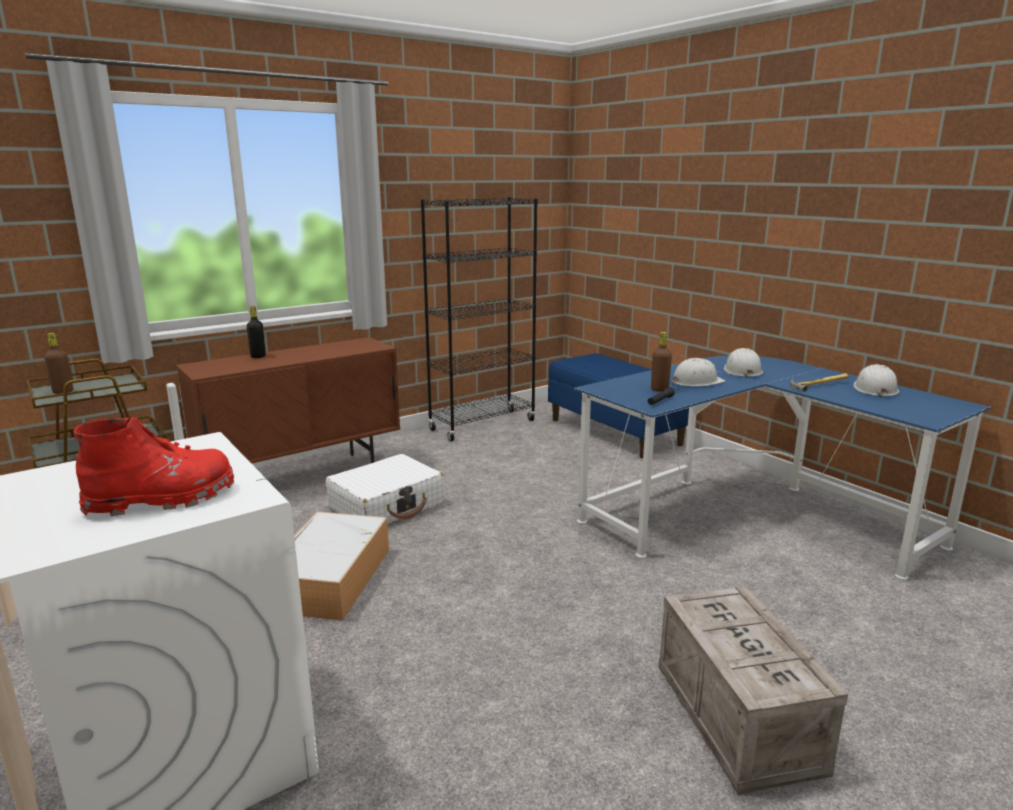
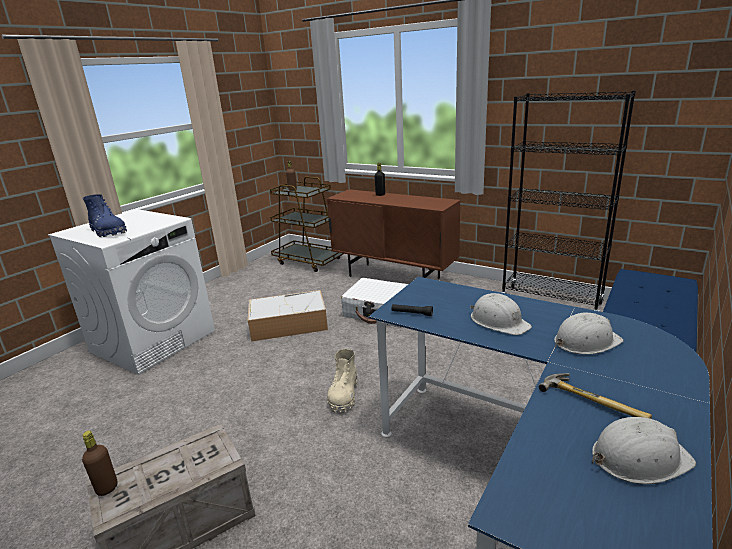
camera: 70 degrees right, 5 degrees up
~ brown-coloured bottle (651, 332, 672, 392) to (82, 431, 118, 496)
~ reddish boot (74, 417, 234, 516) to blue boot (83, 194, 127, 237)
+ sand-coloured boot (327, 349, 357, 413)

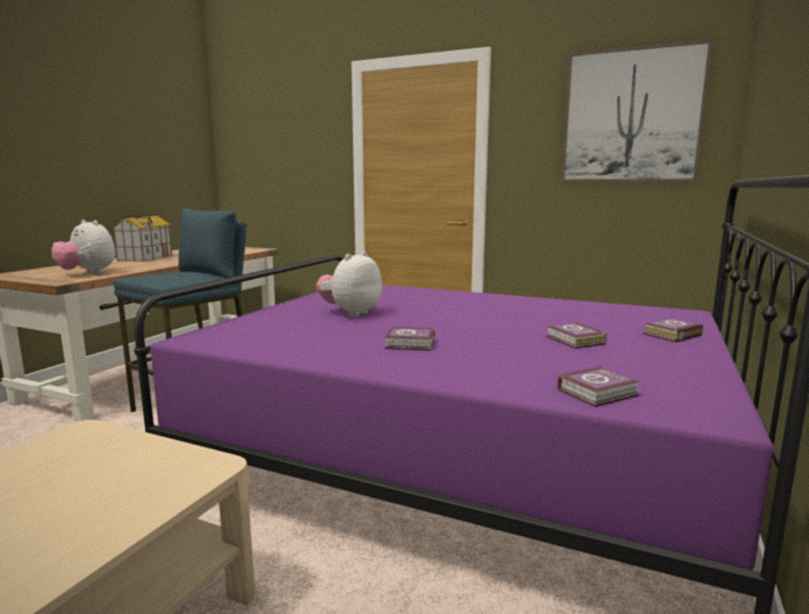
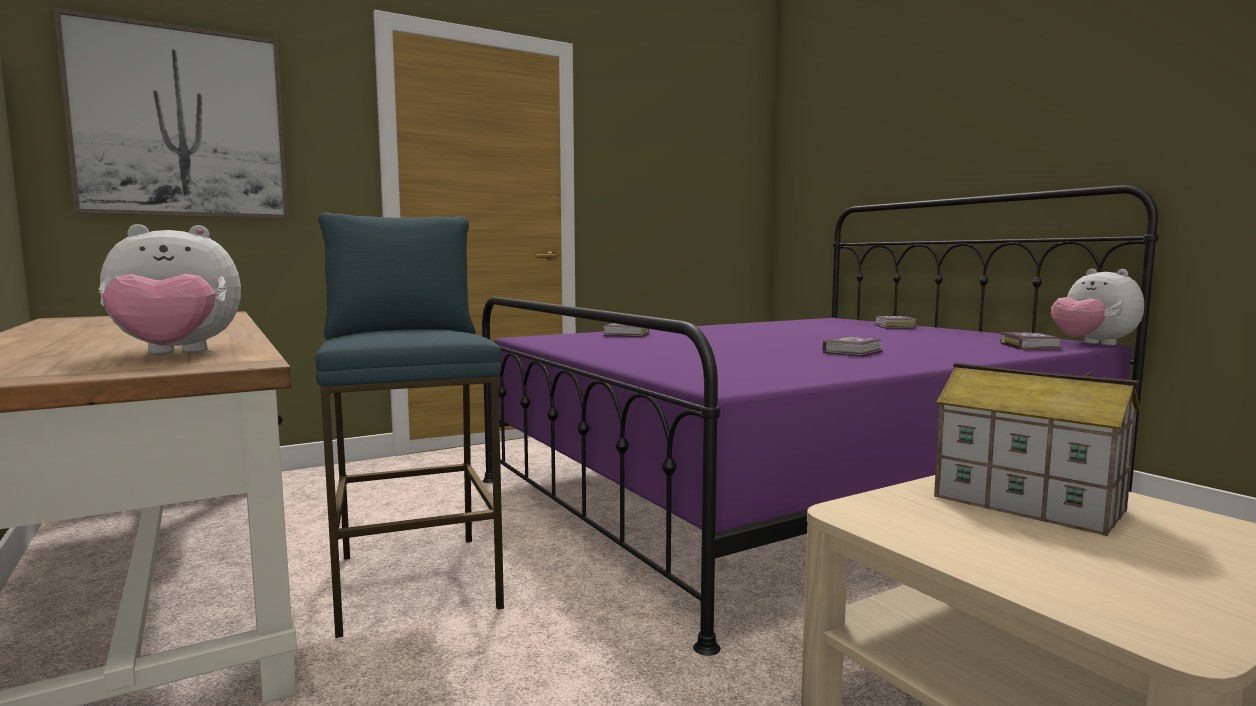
camera: 55 degrees left, 5 degrees down
~ picture (561, 39, 713, 182) to (54, 8, 289, 219)
~ bound book (546, 322, 607, 349) to (603, 323, 649, 337)
~ toy house (112, 214, 172, 262) to (934, 362, 1140, 536)
~ cuddly toy (316, 251, 382, 317) to (1051, 268, 1144, 346)

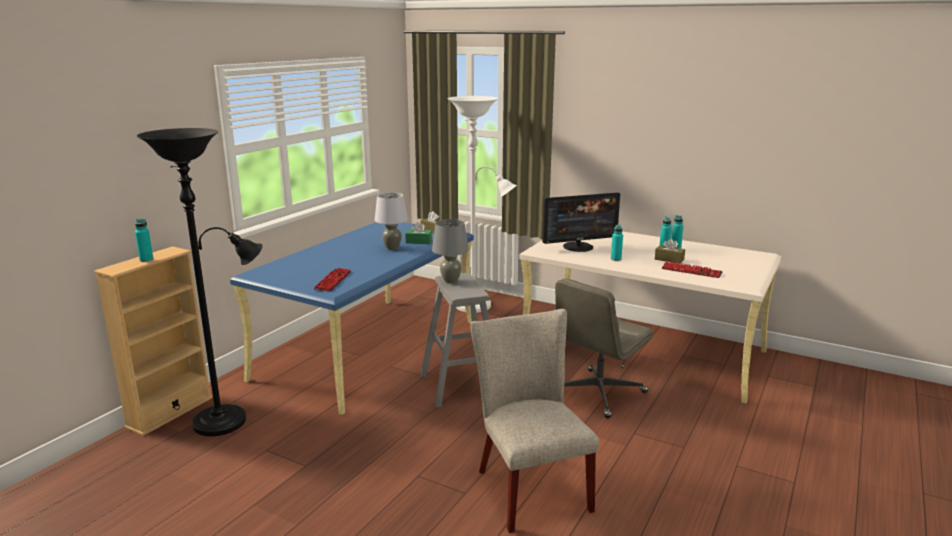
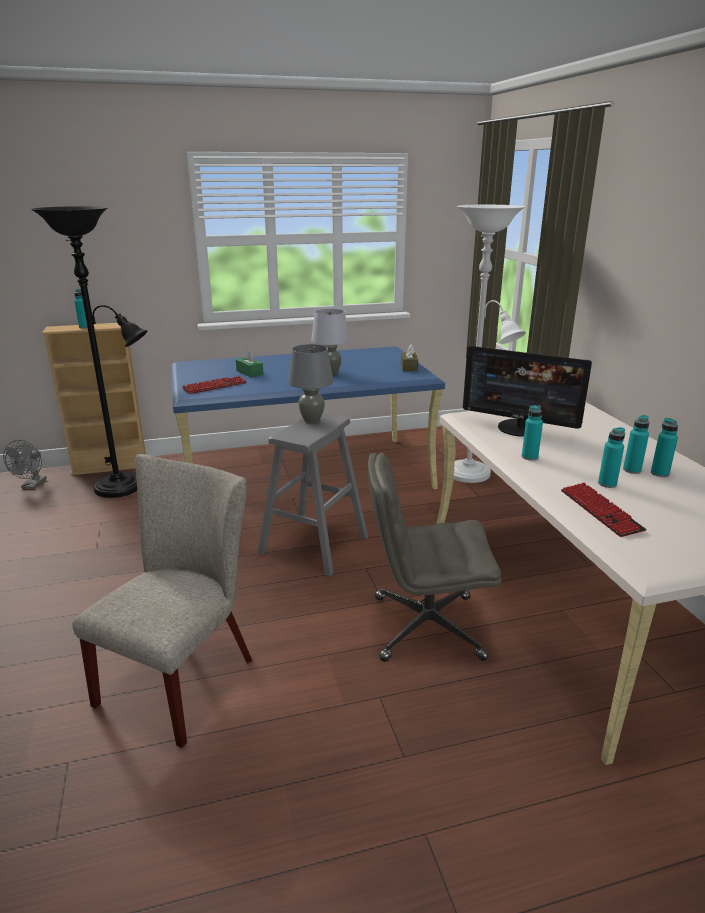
camera: 45 degrees right, 5 degrees up
+ grey cooling fan (3, 440, 47, 489)
~ green-coloured box of tissues (405, 222, 432, 244) to (236, 349, 264, 378)
~ brown-coloured box of tissues (655, 239, 685, 264) to turquoise-coloured bottle (598, 427, 625, 488)

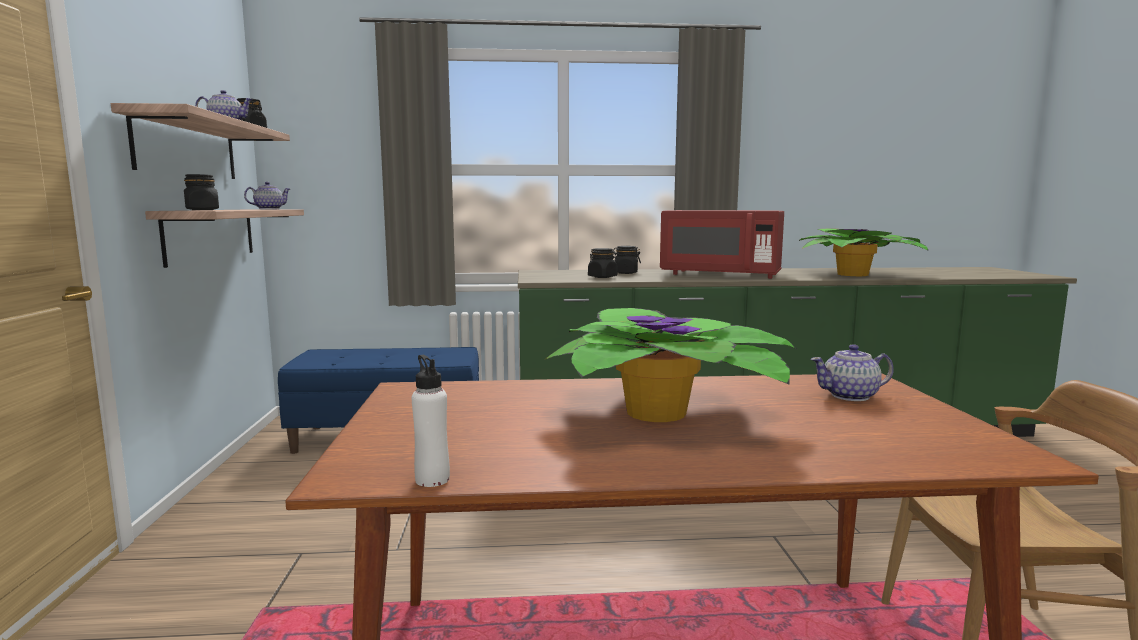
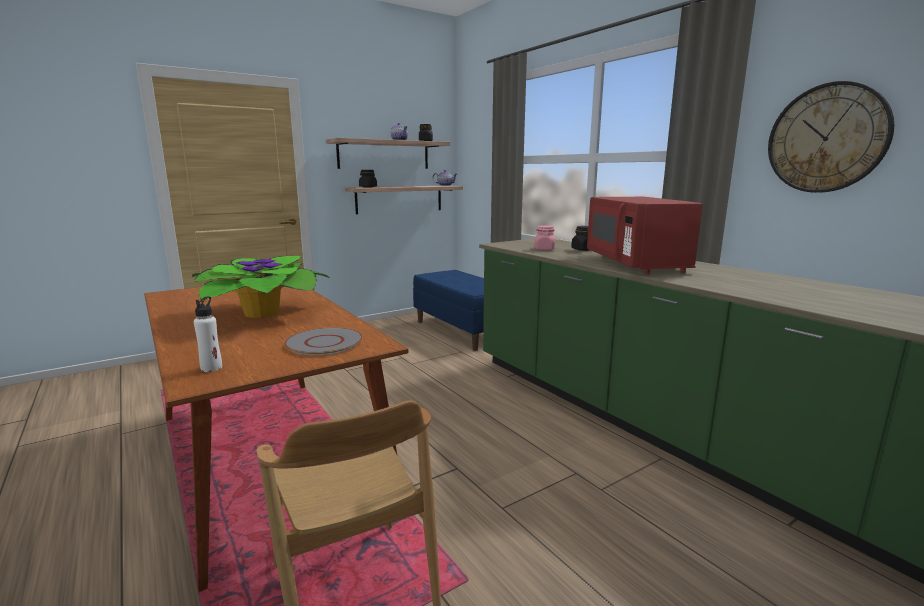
camera: 60 degrees right, 5 degrees up
~ white bottle (412, 355, 450, 487) to (194, 296, 222, 372)
~ pot for tea (811, 344, 893, 401) to grey plate (284, 327, 363, 356)
~ black jar (588, 248, 618, 278) to pink-coloured jar (535, 225, 555, 250)
+ hanging clock (768, 81, 894, 193)
- houseplant (799, 228, 929, 276)

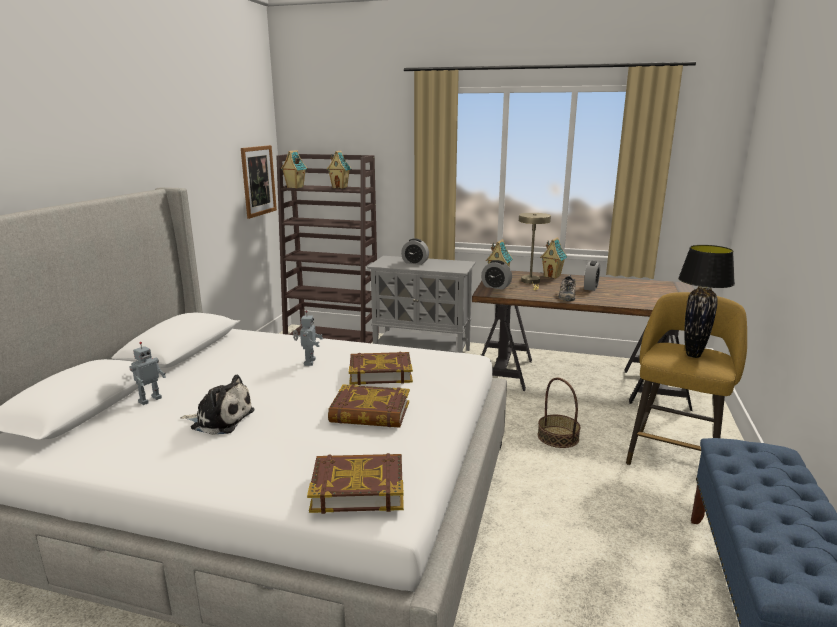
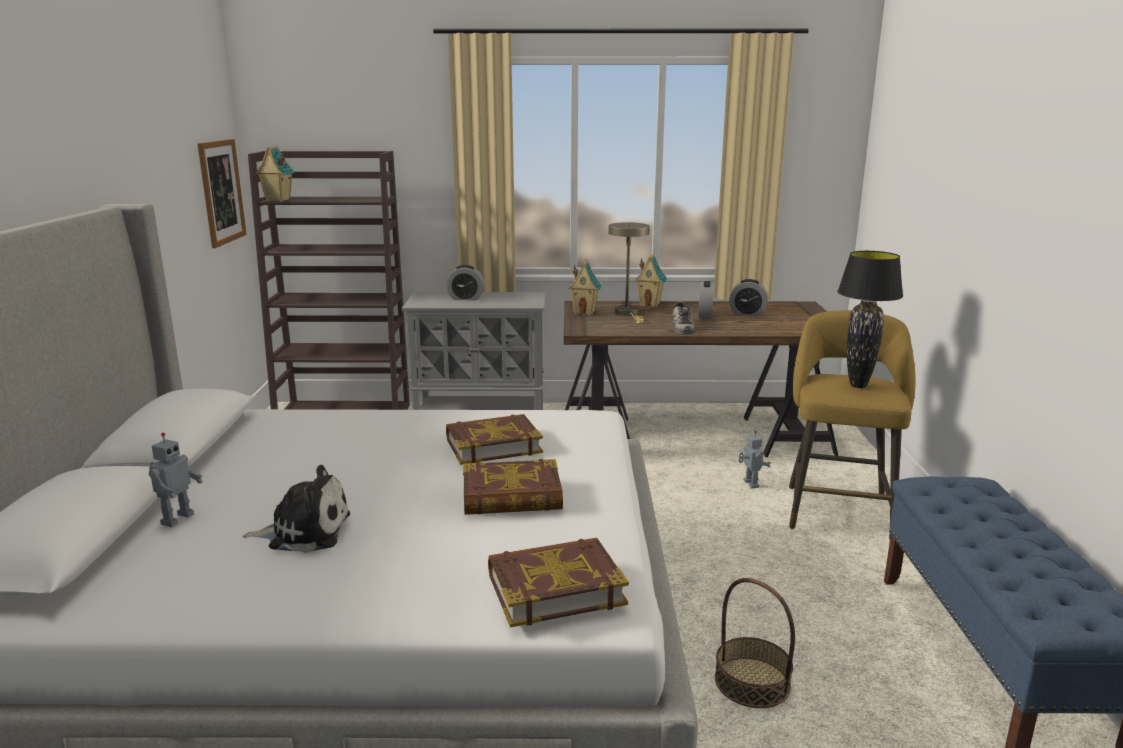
camera: 15 degrees left, 0 degrees up
~ storage basket (537, 378, 581, 448) to (715, 578, 795, 708)
~ bedside clock (481, 260, 512, 290) to (729, 279, 768, 316)
~ robot figure (293, 311, 323, 366) to (739, 431, 771, 489)
- toy house (327, 150, 351, 189)

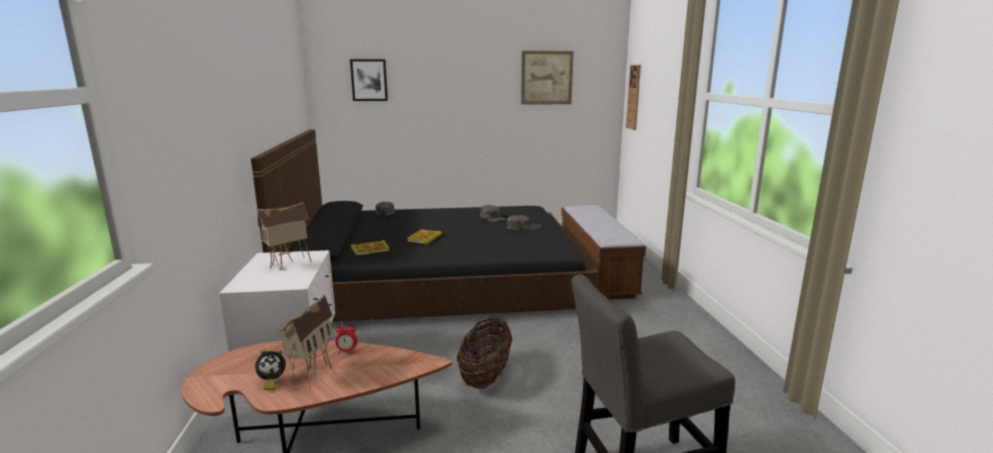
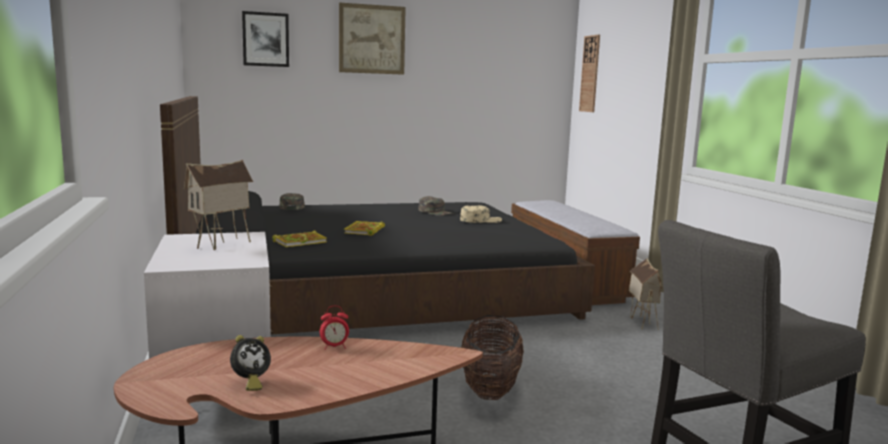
camera: 10 degrees left, 5 degrees down
~ picture (521, 51, 573, 105) to (339, 2, 406, 75)
~ green-coloured peaked cap (506, 215, 540, 230) to sand-coloured peaked cap (460, 205, 502, 223)
~ toy house (277, 294, 333, 392) to (629, 258, 663, 330)

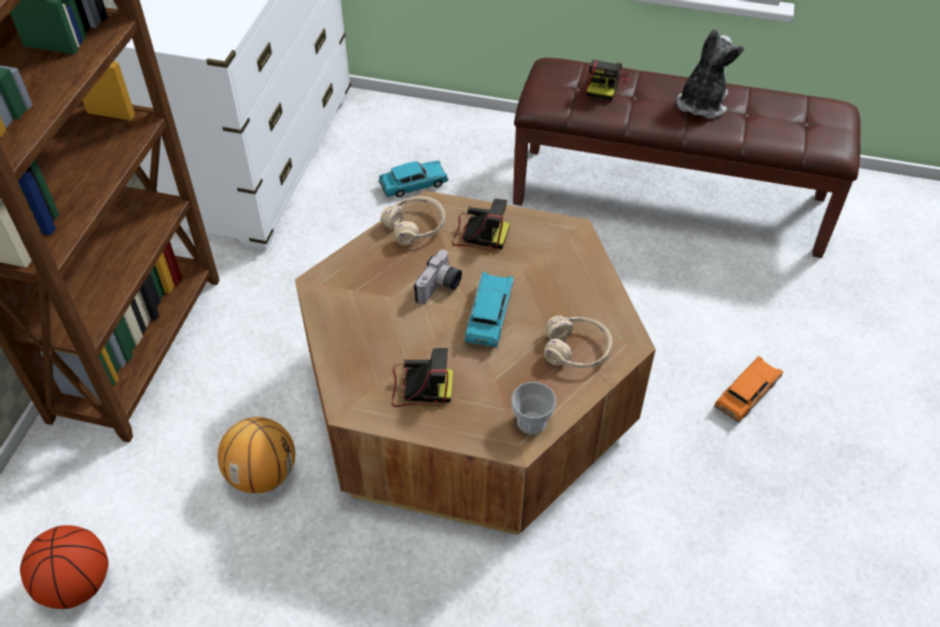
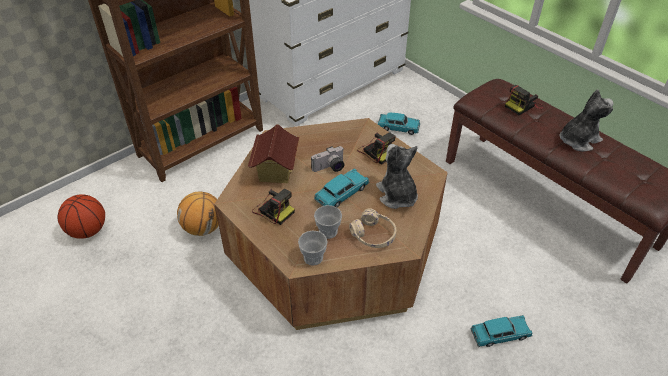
camera: 35 degrees right, 5 degrees down
+ toy house (248, 124, 299, 183)
+ cup (314, 205, 342, 239)
+ cuddly toy (376, 144, 418, 209)
~ orange model car (714, 356, 783, 423) to turquoise-coloured model car (470, 315, 533, 347)
- sand-coloured headphones (381, 196, 445, 246)

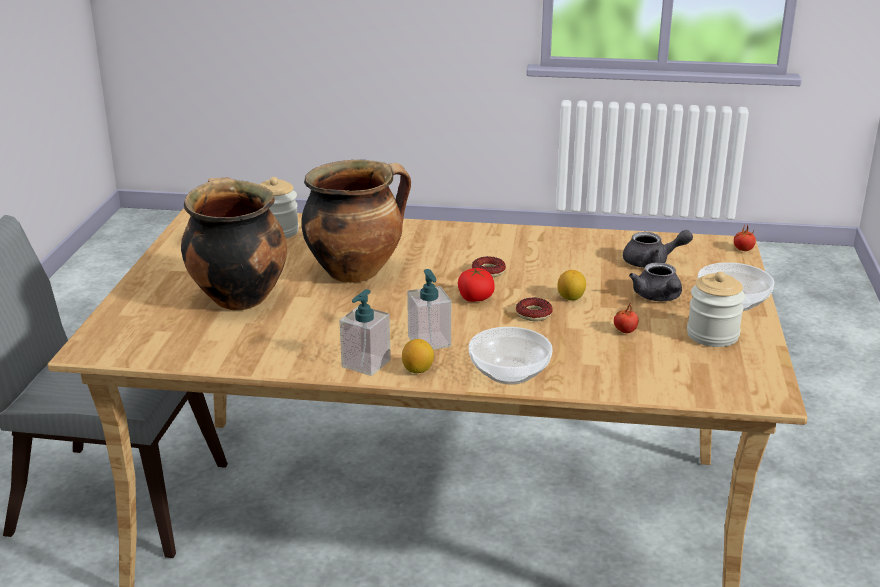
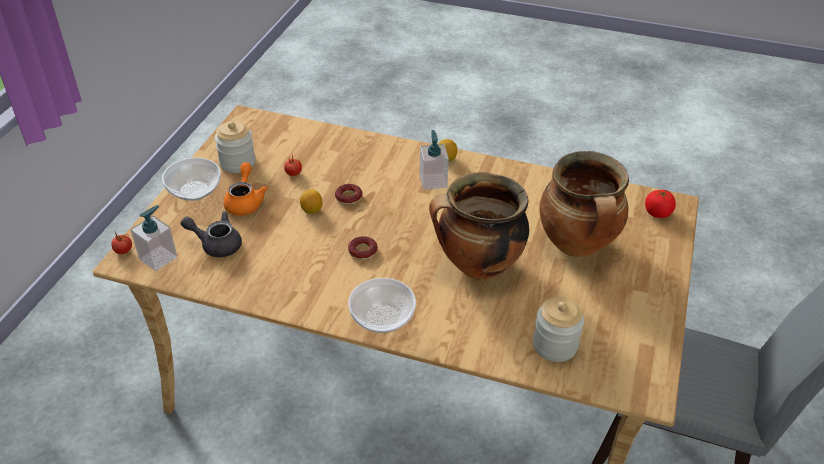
camera: 170 degrees left, 15 degrees up
~ liquid soap bottle (339, 289, 391, 376) to (130, 205, 177, 271)
~ grey pot for tea (629, 262, 682, 301) to orange pot for tea (223, 163, 268, 216)
~ serving bowl (469, 327, 552, 384) to (348, 278, 416, 333)
~ tomato (458, 268, 495, 302) to (645, 190, 676, 218)

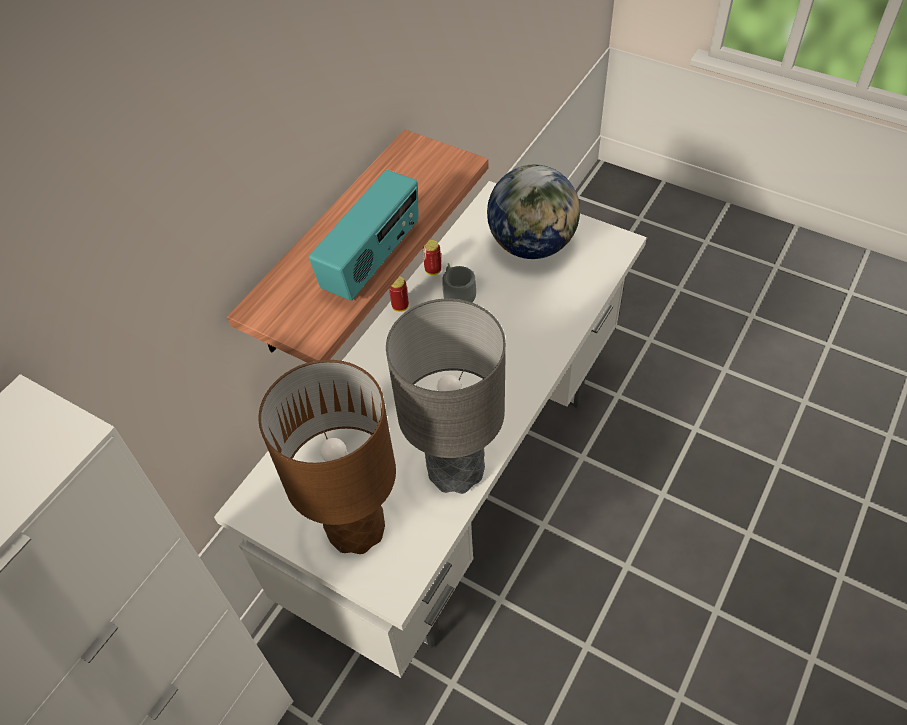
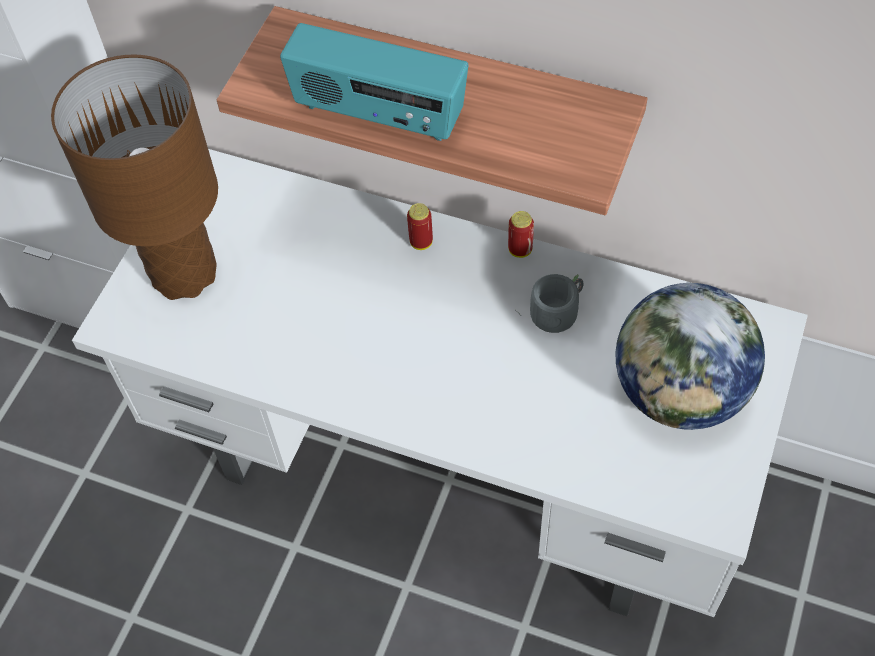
camera: 80 degrees right, 5 degrees up
~ metal can (423, 240, 442, 275) to (407, 203, 433, 250)
- grey lamp for a table (386, 299, 506, 494)

